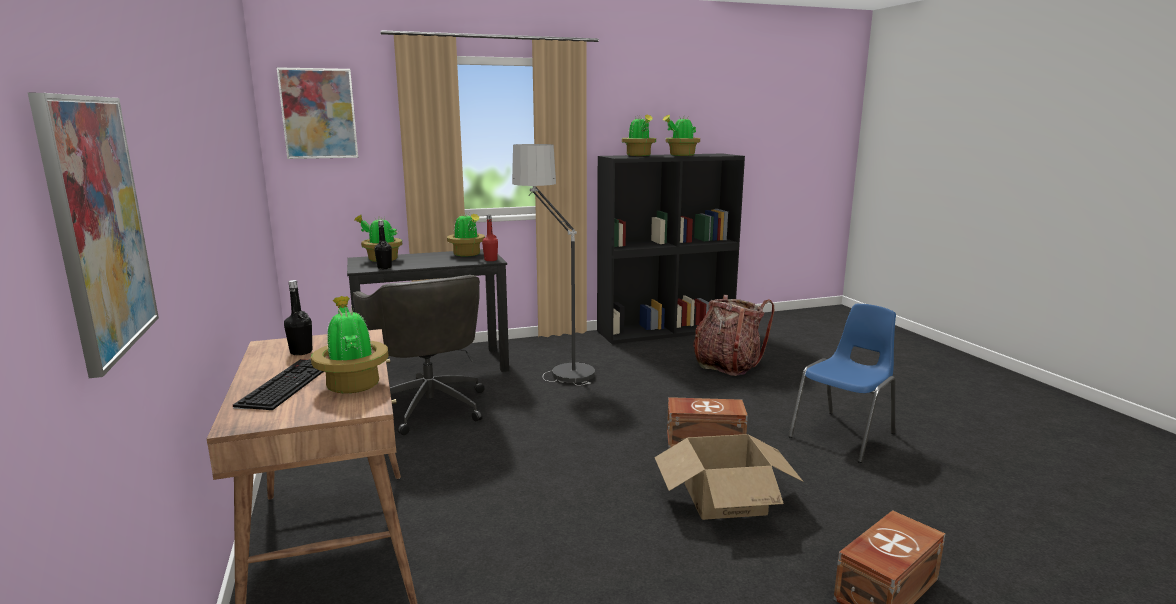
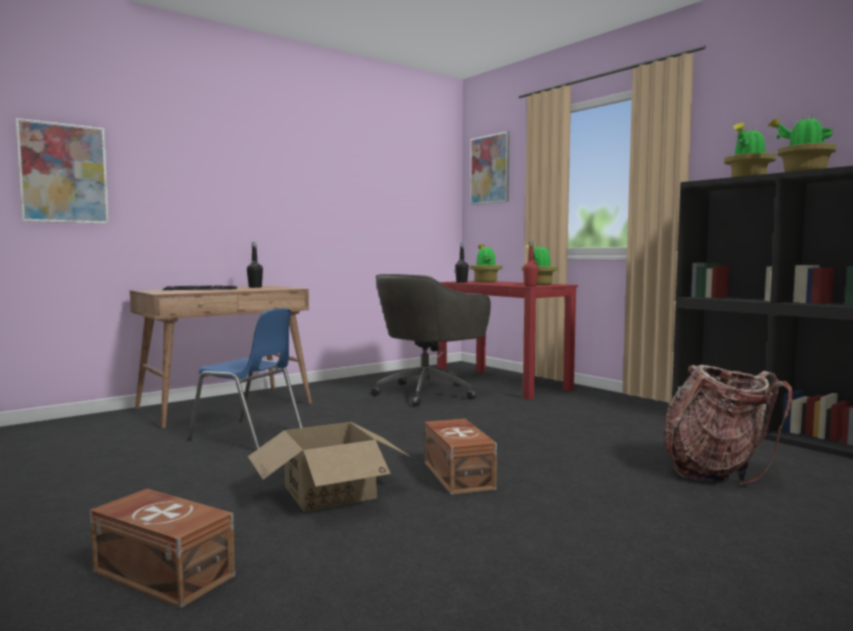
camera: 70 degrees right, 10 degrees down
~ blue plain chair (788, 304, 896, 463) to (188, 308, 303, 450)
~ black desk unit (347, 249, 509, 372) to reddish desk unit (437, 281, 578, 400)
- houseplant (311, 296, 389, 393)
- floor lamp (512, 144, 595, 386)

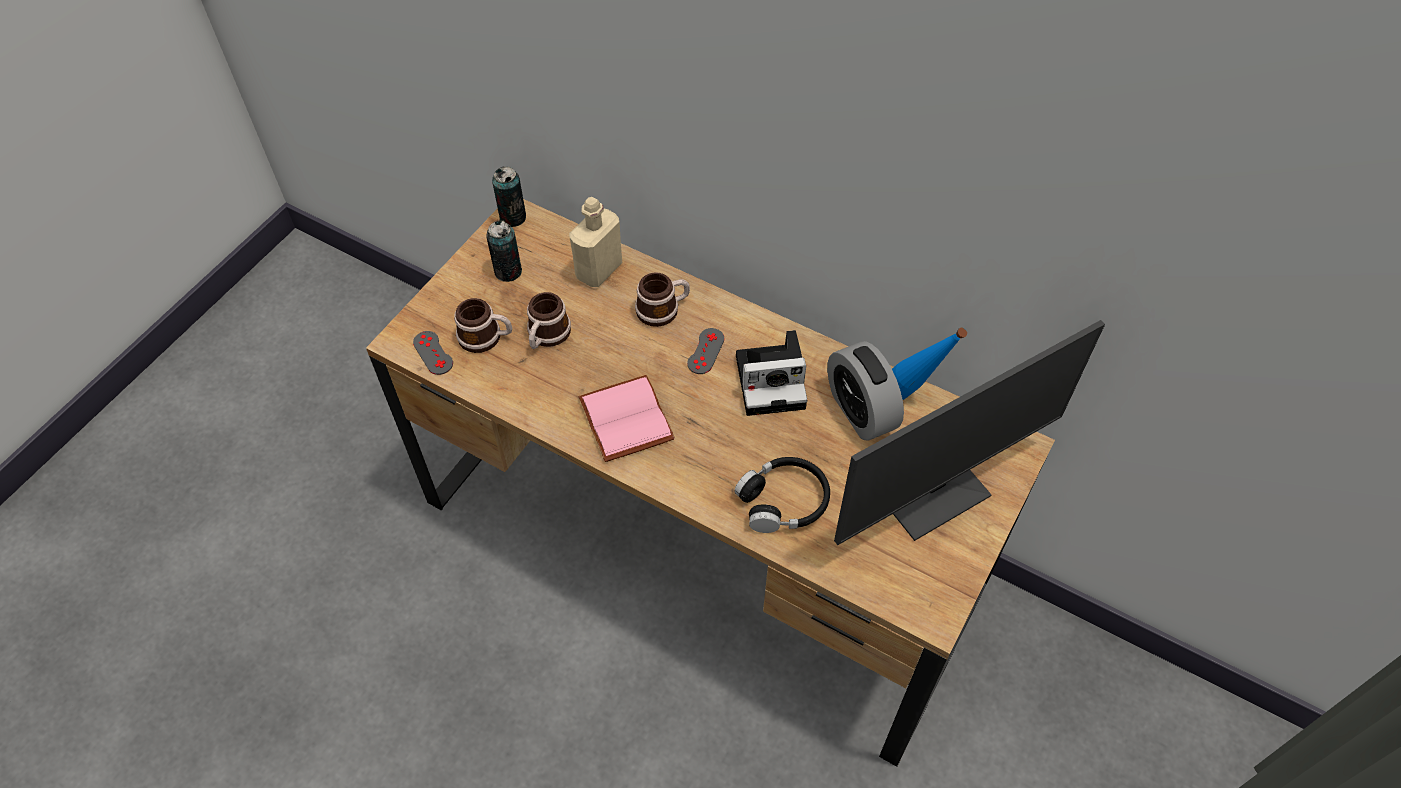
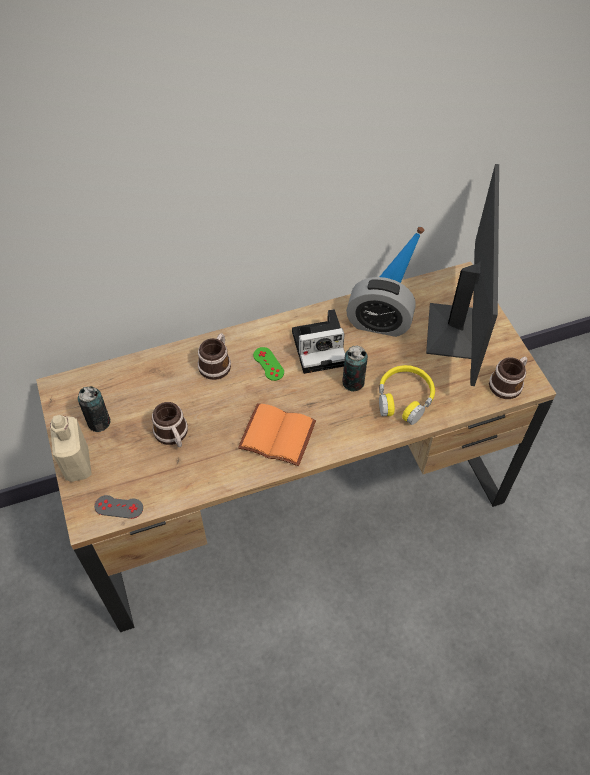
camera: 50 degrees left, 0 degrees up
~ sand-coloured bottle (569, 197, 622, 287) to (50, 415, 92, 482)
~ pink-coloured bound book (579, 375, 675, 462) to orange bound book (238, 403, 316, 466)
~ grey game controller (687, 328, 725, 374) to green-coloured game controller (253, 347, 284, 381)
~ still camera (736, 330, 807, 416) = (292, 309, 345, 374) 45 degrees clockwise
~ metal can (492, 166, 526, 227) to (342, 346, 368, 391)
~ black headphones (734, 457, 830, 533) to yellowish headphones (379, 365, 435, 425)
~ coffee mug (454, 298, 512, 353) to (489, 357, 528, 399)

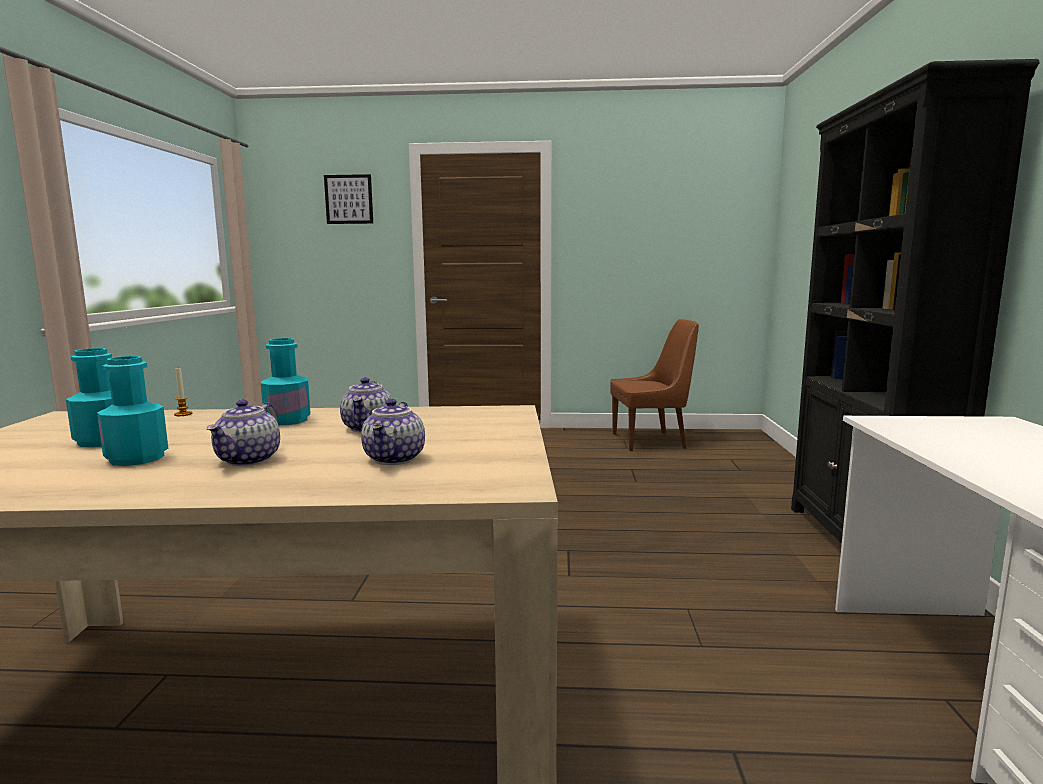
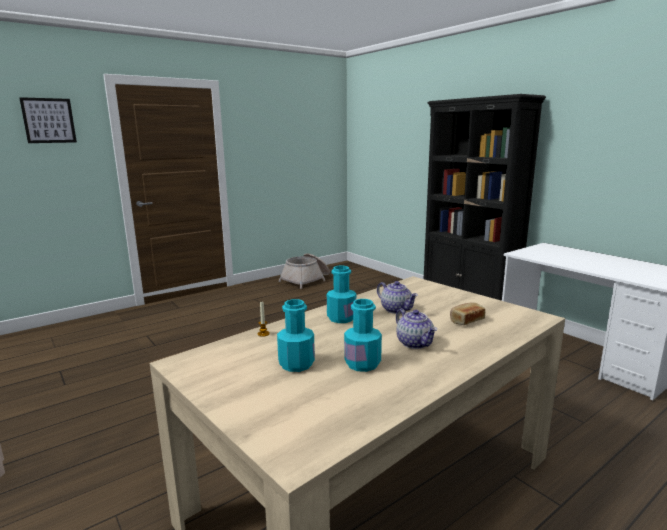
camera: 40 degrees left, 5 degrees up
~ brown-coloured plain chair (610, 319, 699, 451) to storage basket (278, 254, 330, 289)
~ pot for tea (361, 399, 425, 465) to bread (450, 303, 485, 325)

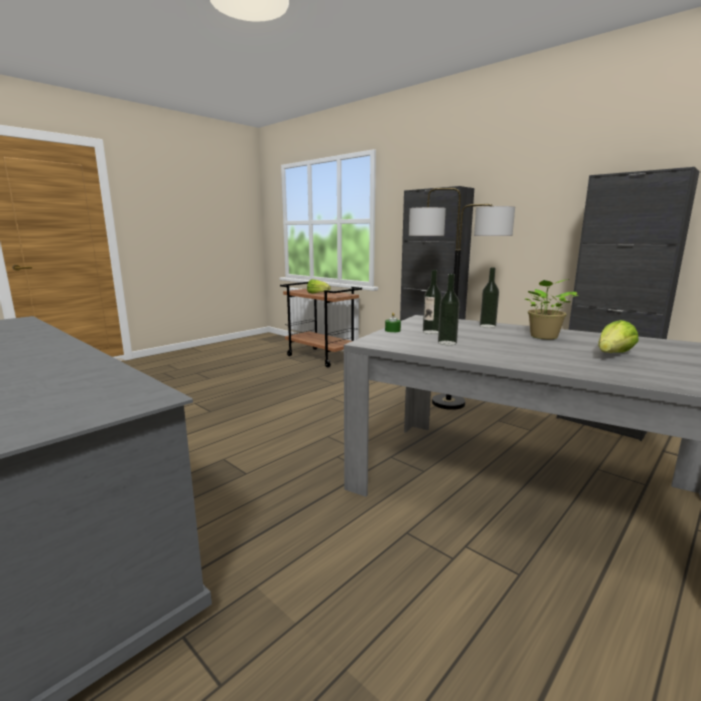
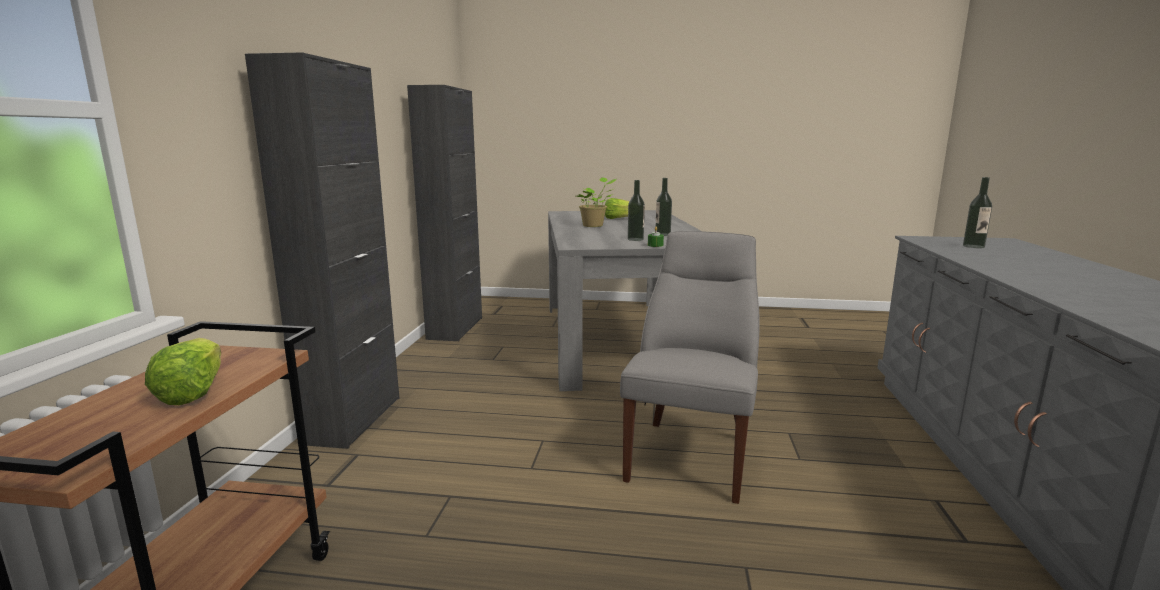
camera: 125 degrees left, 0 degrees up
+ grey plain chair (620, 231, 760, 504)
~ bottle (480, 267, 499, 328) to (963, 177, 992, 248)
- floor lamp (409, 188, 515, 410)

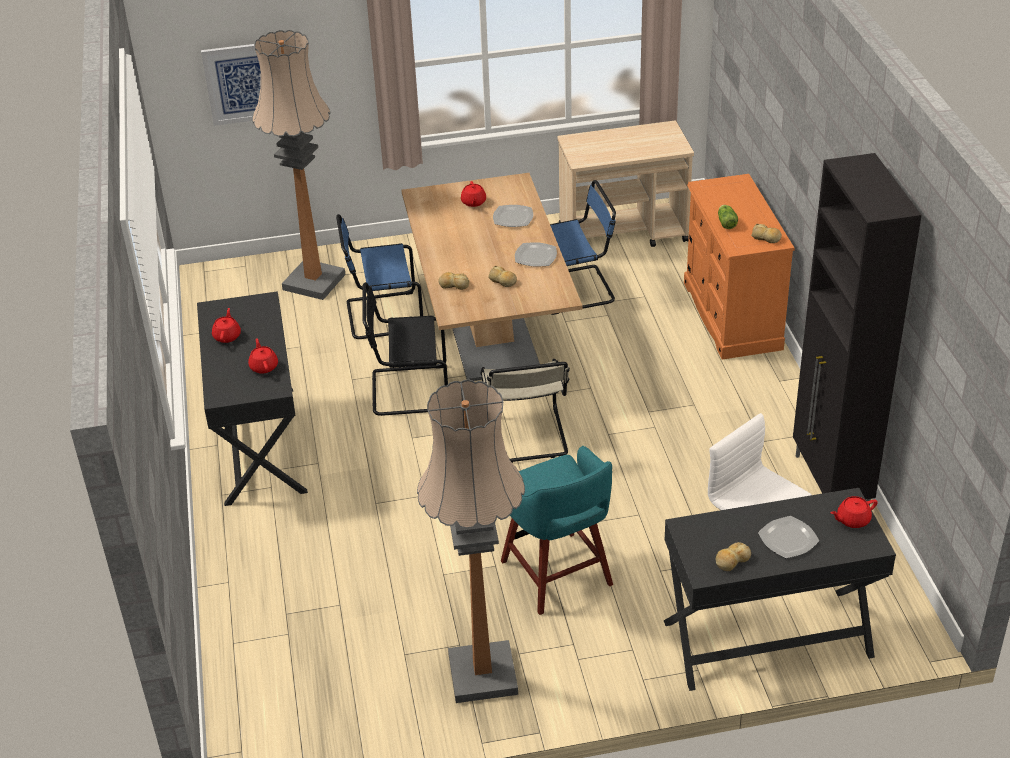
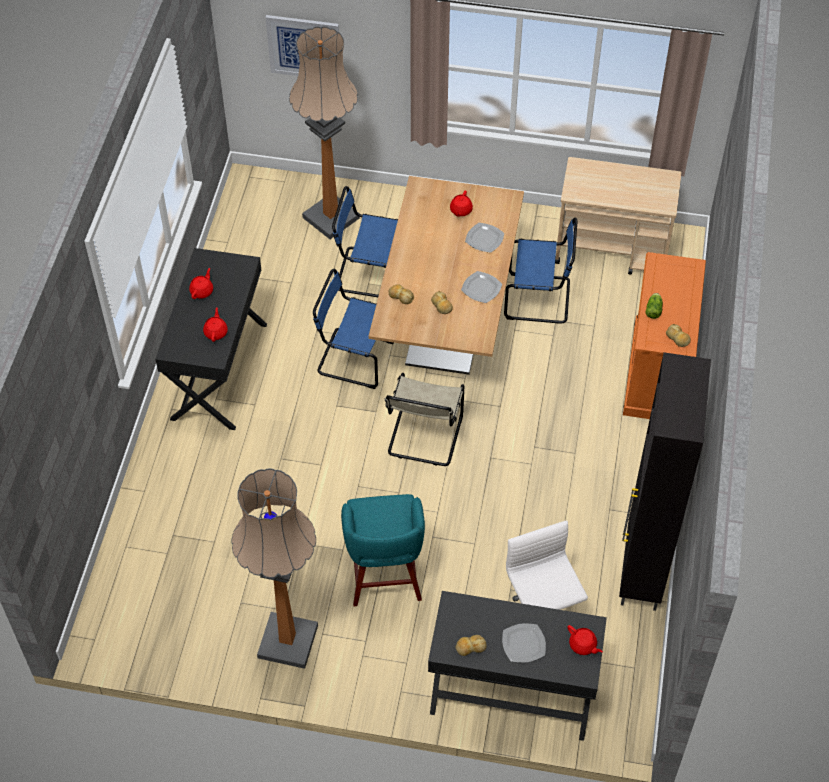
camera: 20 degrees right, 15 degrees up
~ black plain chair (362, 282, 448, 416) to blue plain chair (313, 269, 394, 389)
~ reddish pot for tea (831, 496, 878, 528) = (567, 625, 603, 655) 135 degrees counterclockwise

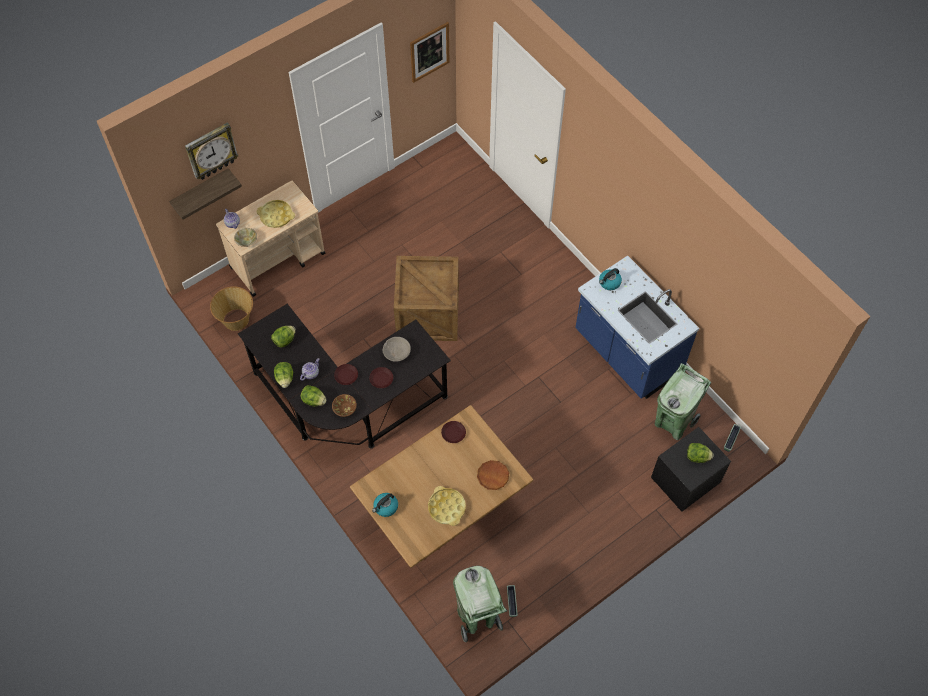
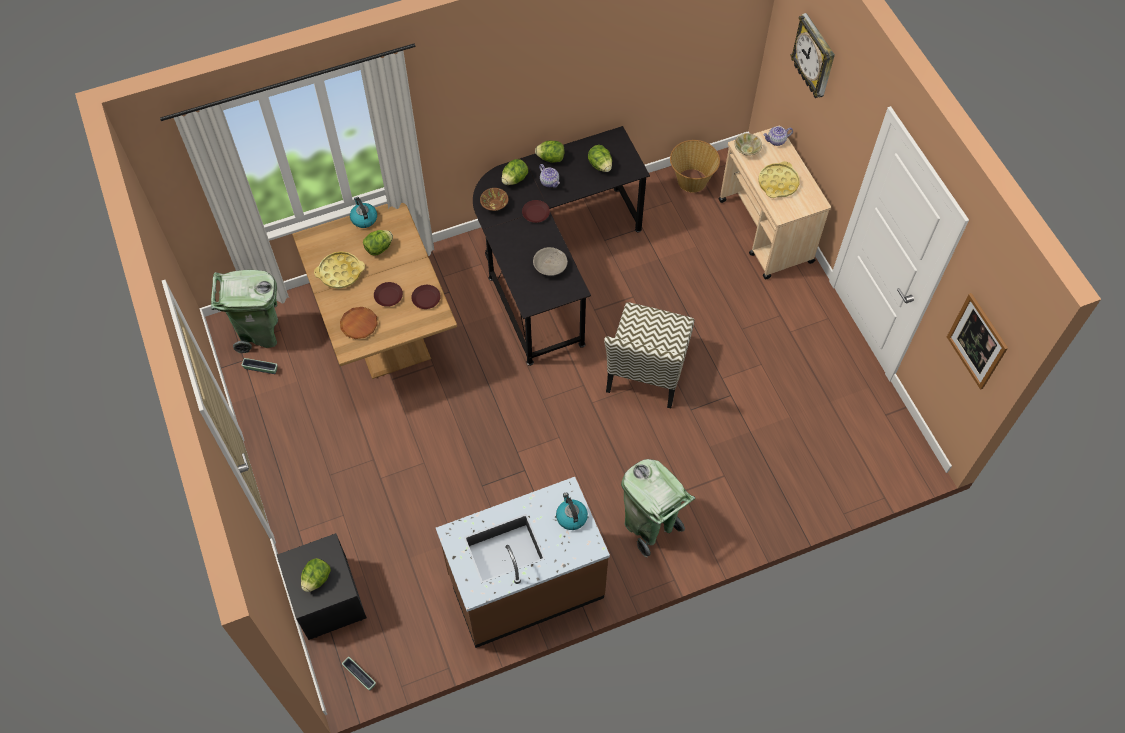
camera: 105 degrees right, 0 degrees up
+ head of lettuce (363, 230, 393, 256)
~ brown-coloured plate (369, 367, 393, 388) to (374, 282, 403, 307)
~ blue kitchen counter (575, 256, 699, 399) to brown-coloured kitchen counter (436, 477, 610, 648)
~ shipping crate (394, 256, 459, 341) to plain chair (604, 302, 694, 409)
~ green-coloured rubbish bin (655, 363, 711, 440) to (621, 459, 696, 557)
- bracket shelf (169, 168, 242, 220)

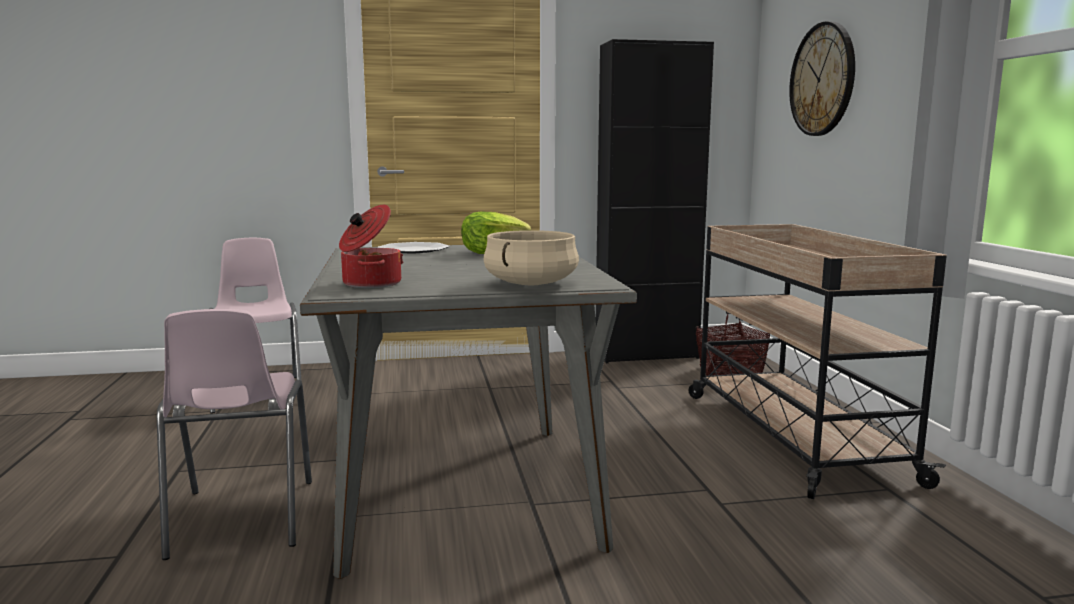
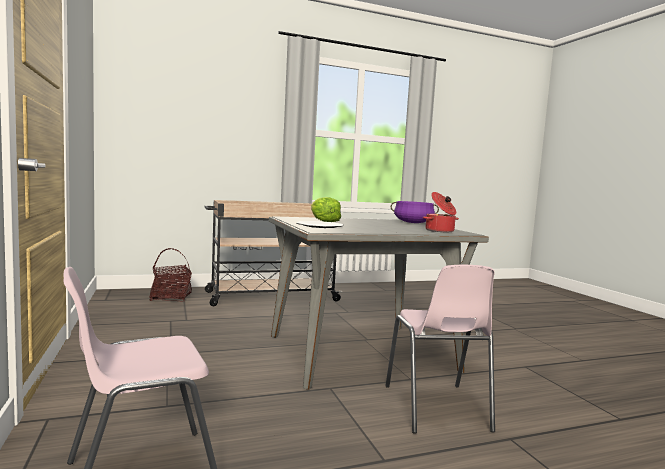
camera: 100 degrees left, 5 degrees down
~ pink-coloured plain chair (157, 309, 312, 560) = (385, 265, 495, 434) 105 degrees clockwise
~ sand-coloured cooking pot (483, 230, 579, 285) to purple-coloured cooking pot (391, 201, 439, 223)
- black cabinet (596, 39, 714, 363)
- hanging clock (789, 21, 855, 136)

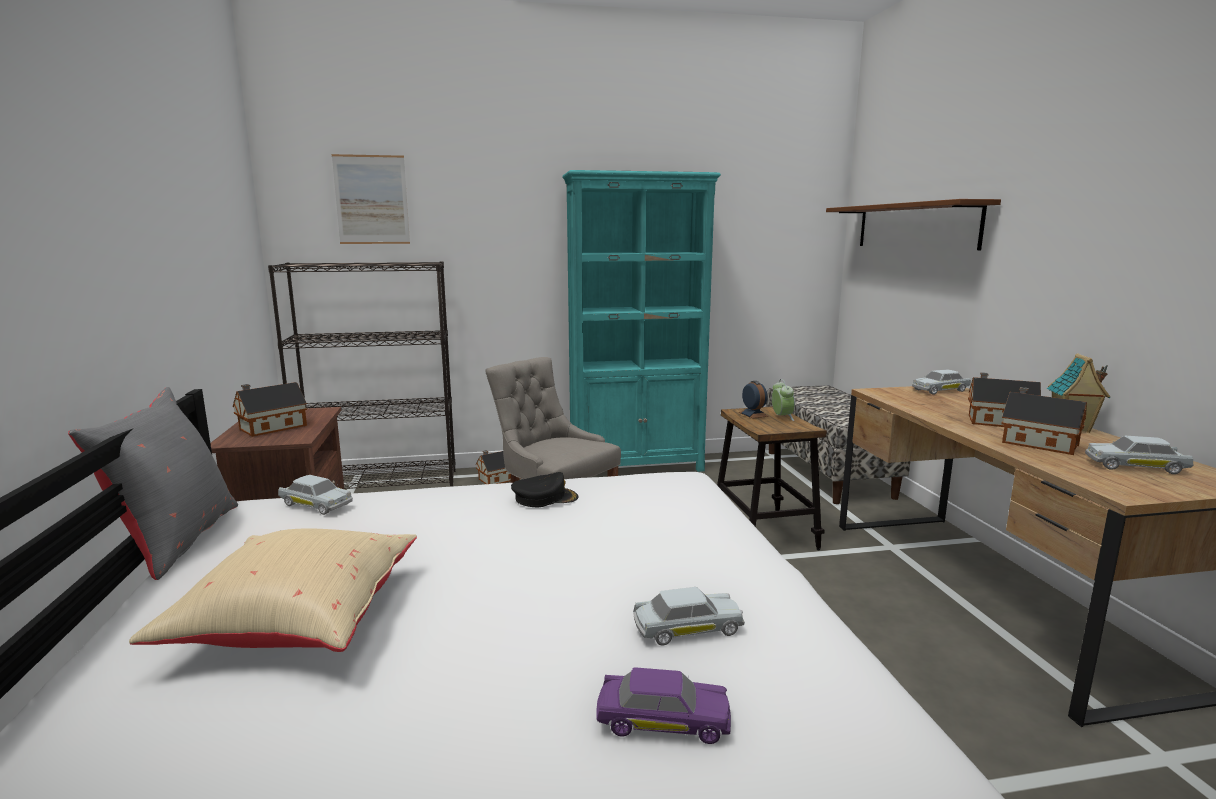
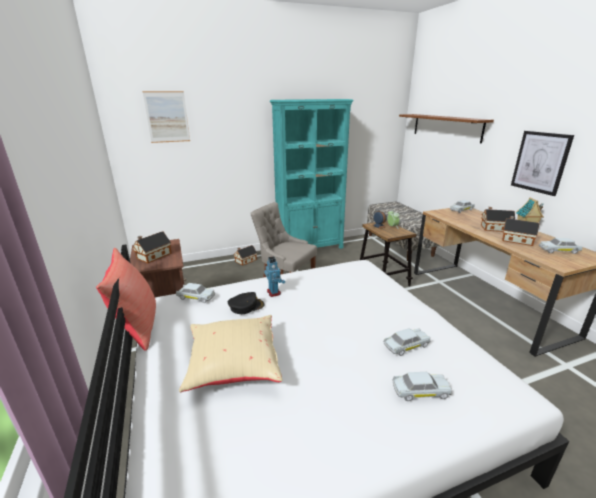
camera: 10 degrees left, 10 degrees up
~ grey pillow (68, 387, 238, 580) to reddish pillow (96, 248, 156, 351)
~ black peaked cap (511, 472, 579, 507) to (228, 292, 265, 314)
+ robot figure (264, 256, 285, 297)
~ purple-coloured model car (596, 667, 731, 744) to white model car (393, 372, 452, 401)
+ picture (511, 131, 574, 196)
- black bookcase (268, 261, 455, 489)

